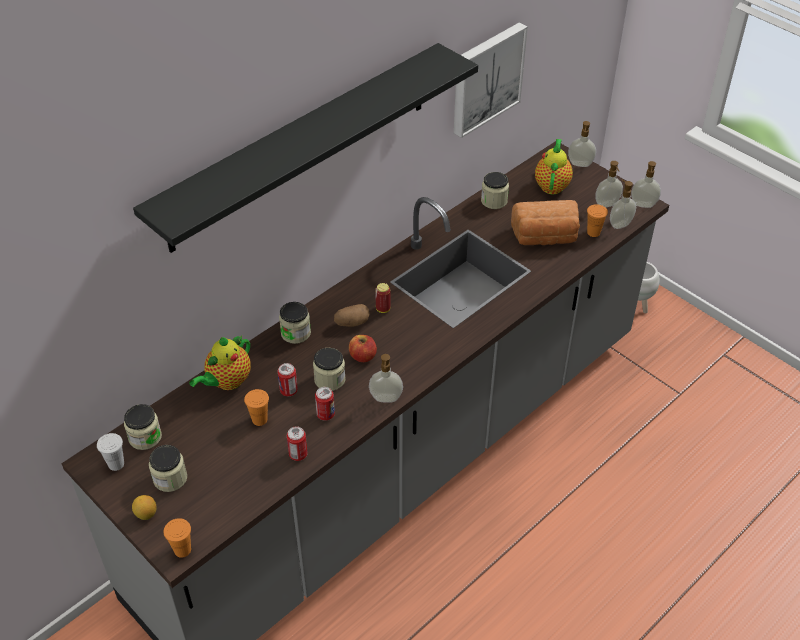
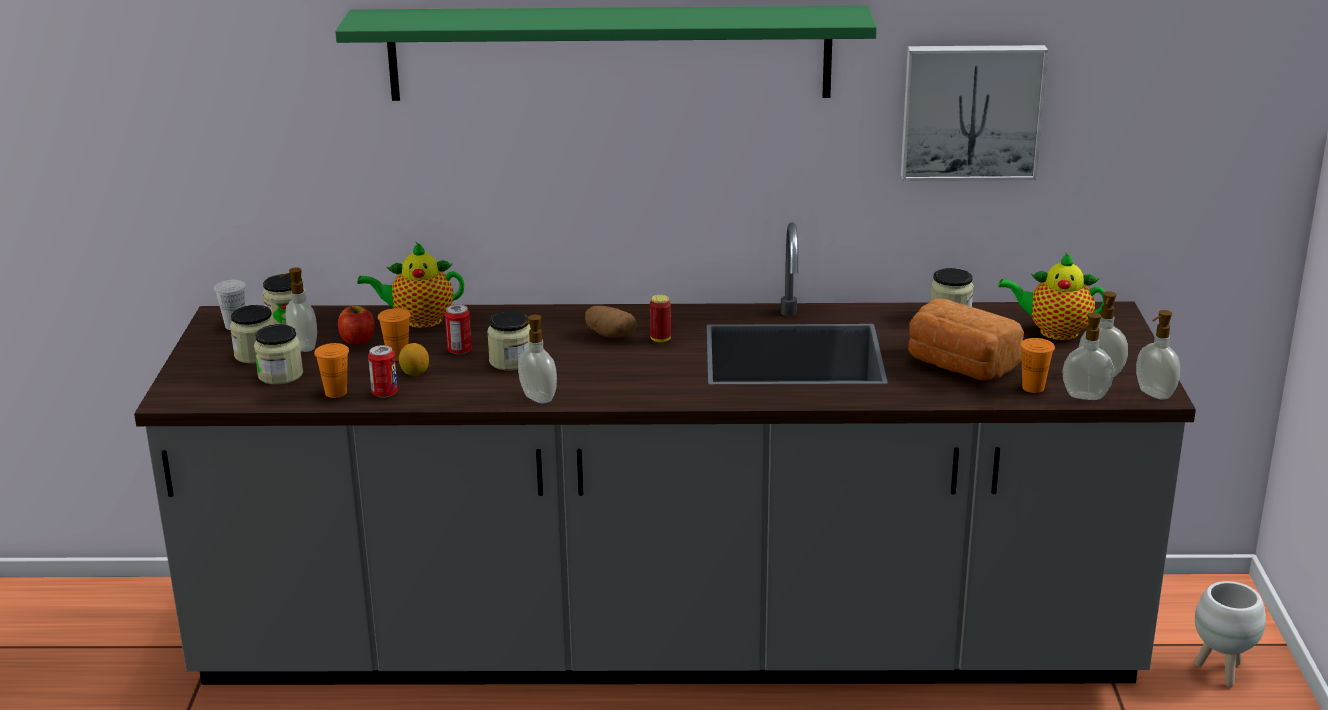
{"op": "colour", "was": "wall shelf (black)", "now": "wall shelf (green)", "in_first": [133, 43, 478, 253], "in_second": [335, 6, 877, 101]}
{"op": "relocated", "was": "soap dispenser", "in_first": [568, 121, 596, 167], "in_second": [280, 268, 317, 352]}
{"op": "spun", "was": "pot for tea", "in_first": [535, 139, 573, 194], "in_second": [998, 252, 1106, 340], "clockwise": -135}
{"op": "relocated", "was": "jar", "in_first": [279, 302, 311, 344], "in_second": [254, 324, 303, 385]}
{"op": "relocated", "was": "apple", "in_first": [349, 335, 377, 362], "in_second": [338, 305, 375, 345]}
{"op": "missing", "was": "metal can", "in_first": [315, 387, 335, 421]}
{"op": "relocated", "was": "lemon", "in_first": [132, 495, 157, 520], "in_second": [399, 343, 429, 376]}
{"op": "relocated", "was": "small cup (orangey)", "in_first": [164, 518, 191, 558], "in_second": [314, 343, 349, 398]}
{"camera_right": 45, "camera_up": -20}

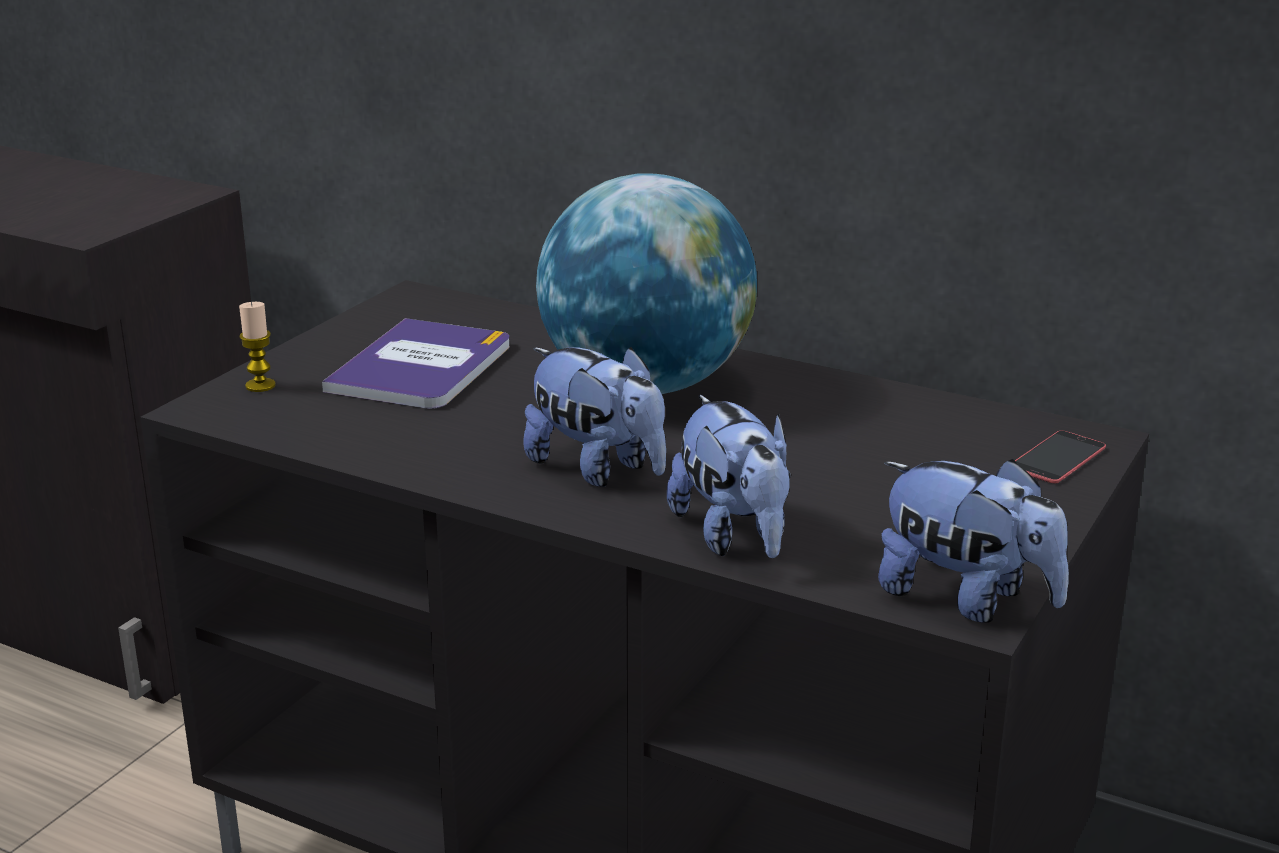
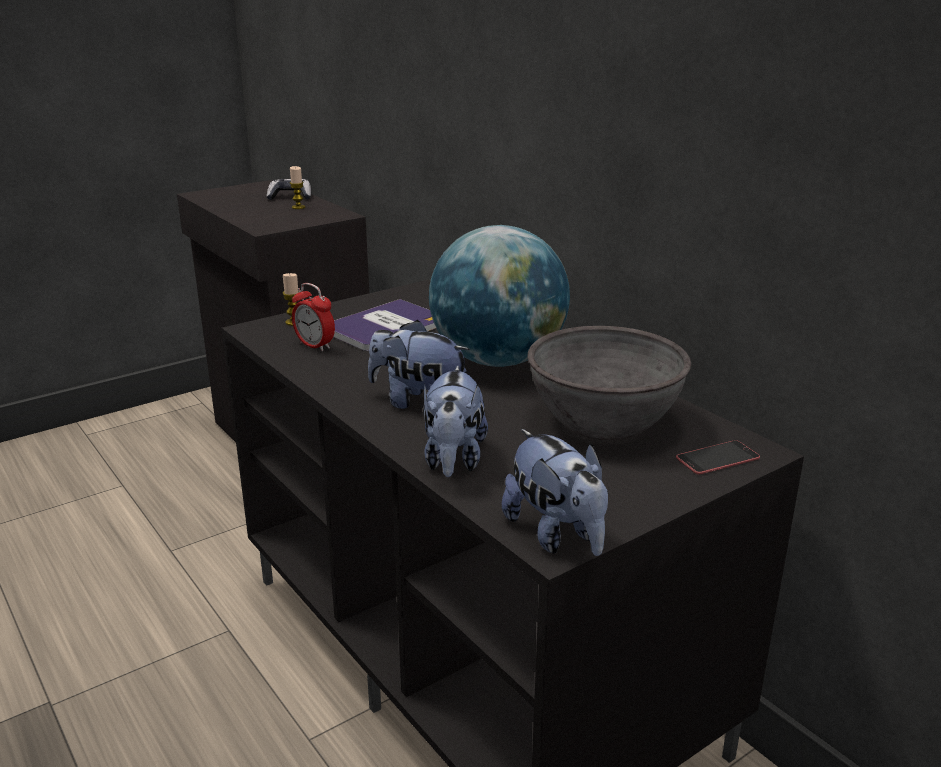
{"op": "spun", "was": "plush toy", "in_first": [524, 347, 666, 487], "in_second": [368, 320, 470, 409], "clockwise": 135}
{"op": "appeared", "now": "wax candle", "in_second": [290, 166, 305, 209]}
{"op": "appeared", "now": "game controller", "in_second": [267, 179, 311, 200]}
{"op": "appeared", "now": "table clock", "in_second": [292, 283, 335, 351]}
{"op": "appeared", "now": "deep dish (grey)", "in_second": [528, 326, 691, 440]}
{"camera_right": 25, "camera_up": 0}

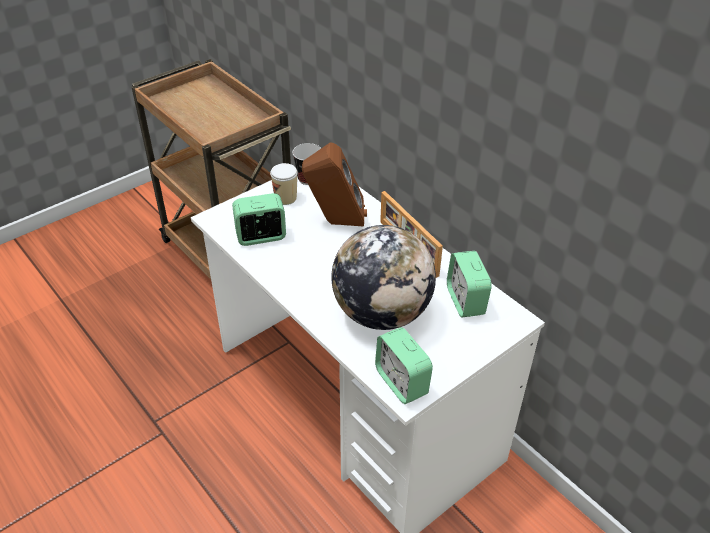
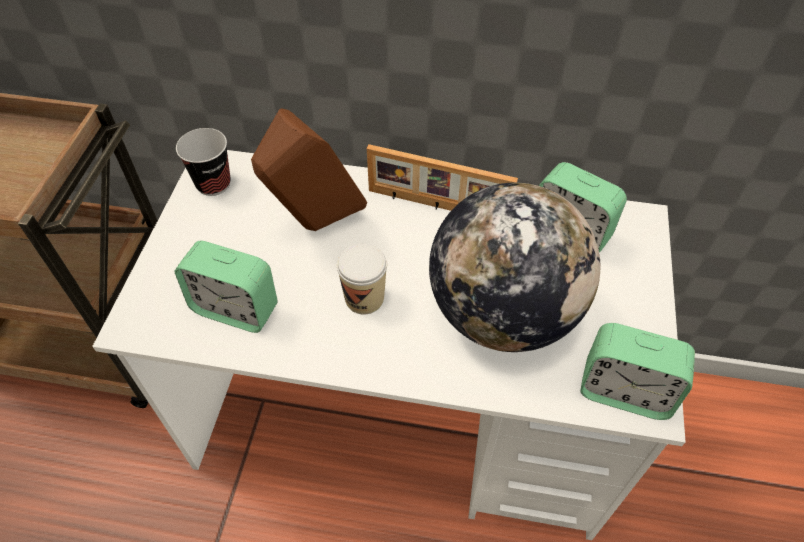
{"op": "relocated", "was": "small cup", "in_first": [270, 163, 298, 205], "in_second": [337, 244, 387, 315]}
{"op": "spun", "was": "table clock", "in_first": [232, 193, 286, 246], "in_second": [175, 241, 278, 333], "clockwise": -105}
{"camera_right": -40, "camera_up": 10}

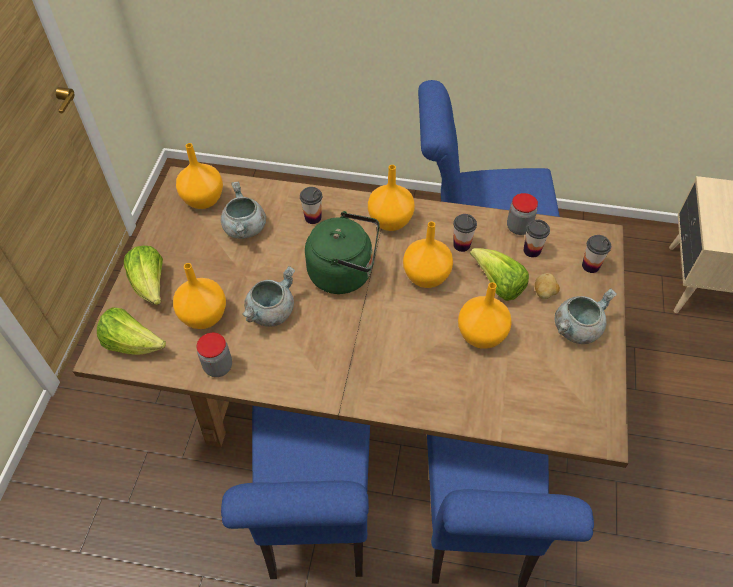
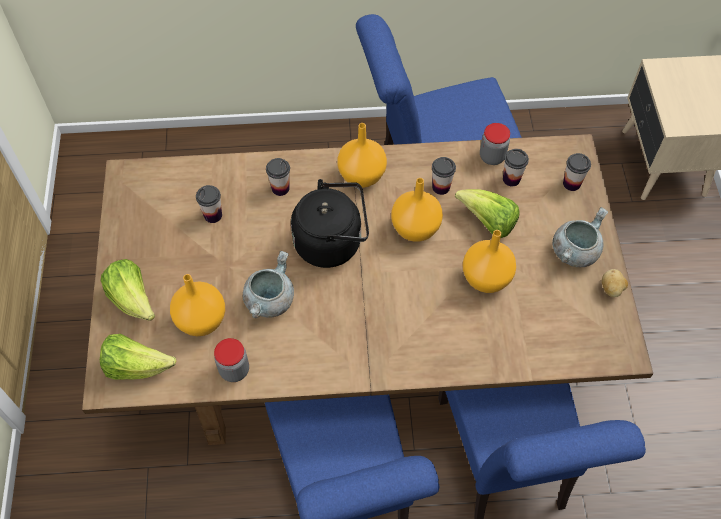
{"op": "missing", "was": "flower vase (orangey)", "in_first": [176, 143, 223, 209]}
{"op": "exchanged", "was": "saucepot (grey)", "now": "small cup", "in_first": [221, 182, 266, 239], "in_second": [196, 185, 222, 223]}
{"op": "colour", "was": "kettle (green)", "now": "kettle (black)", "in_first": [305, 211, 380, 294], "in_second": [291, 179, 369, 268]}
{"op": "relocated", "was": "whole potato", "in_first": [535, 273, 560, 299], "in_second": [602, 269, 628, 297]}
{"camera_right": -15, "camera_up": 5}

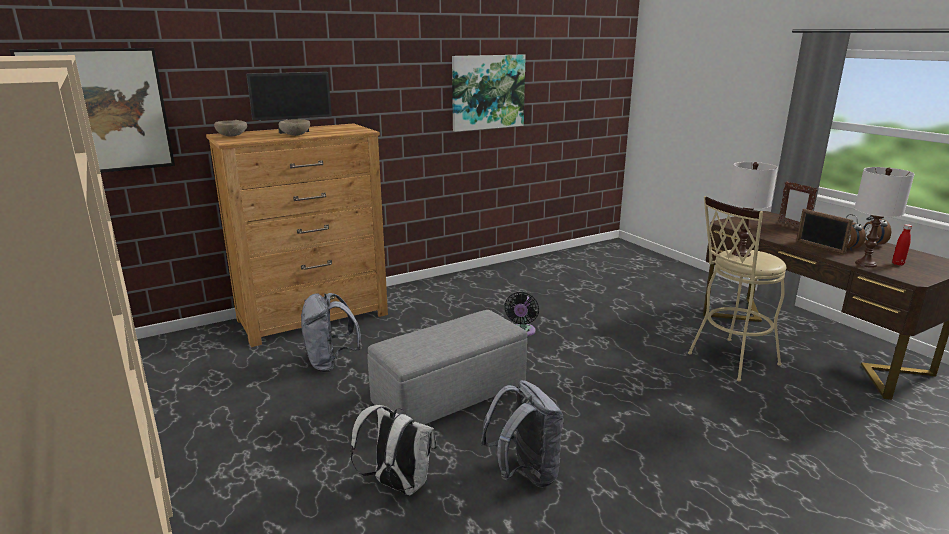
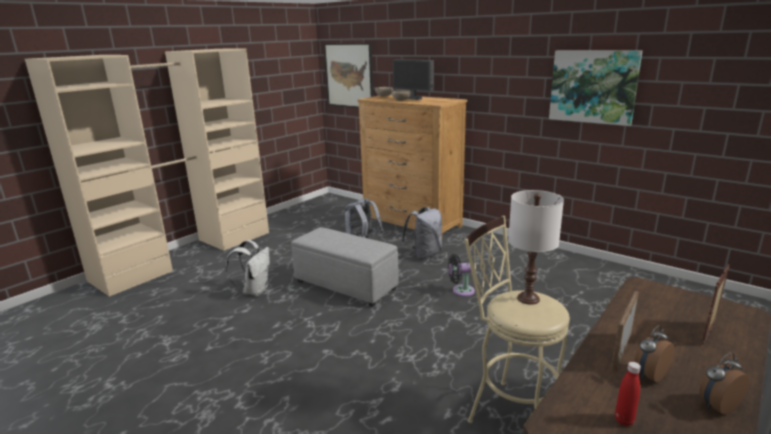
{"op": "missing", "was": "lamp for a table (white)", "in_first": [855, 167, 915, 268]}
{"op": "relocated", "was": "backpack (grey)", "in_first": [480, 380, 564, 488], "in_second": [401, 207, 442, 259]}
{"camera_right": 70, "camera_up": 0}

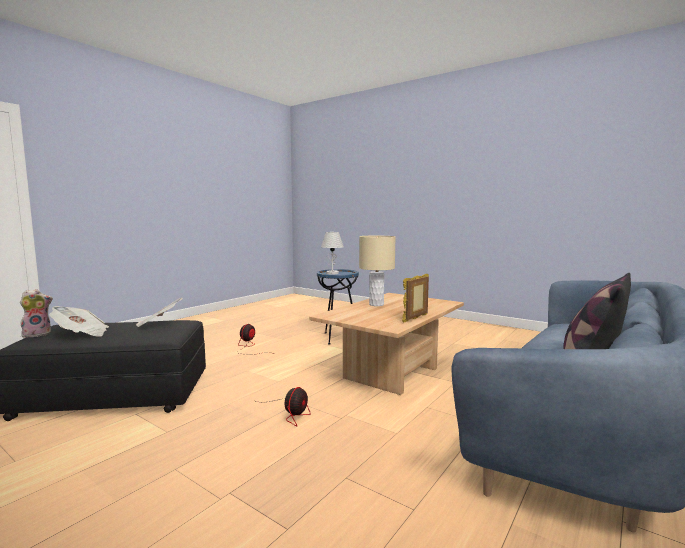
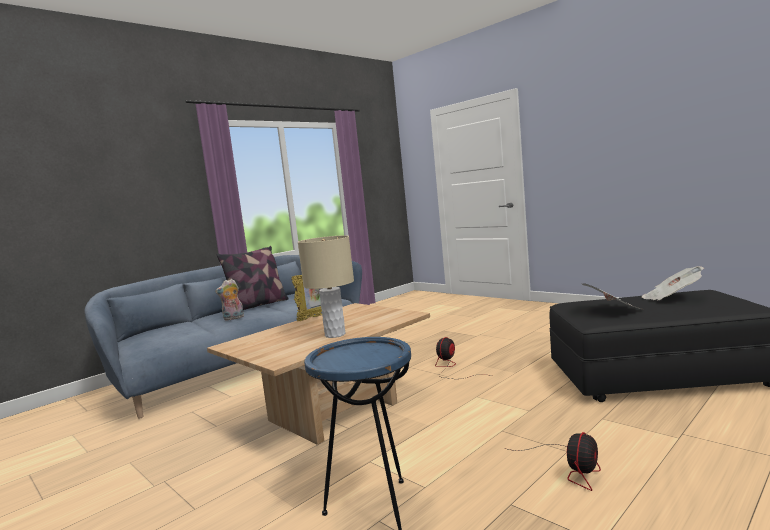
{"op": "missing", "was": "lamp for a table (white)", "in_first": [321, 232, 344, 274]}
{"op": "relocated", "was": "plush toy", "in_first": [20, 289, 53, 337], "in_second": [215, 279, 244, 321]}
{"camera_right": -170, "camera_up": 0}

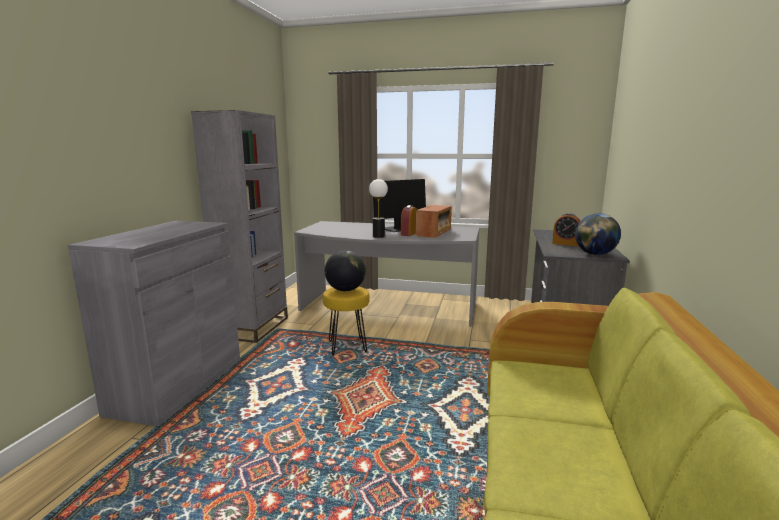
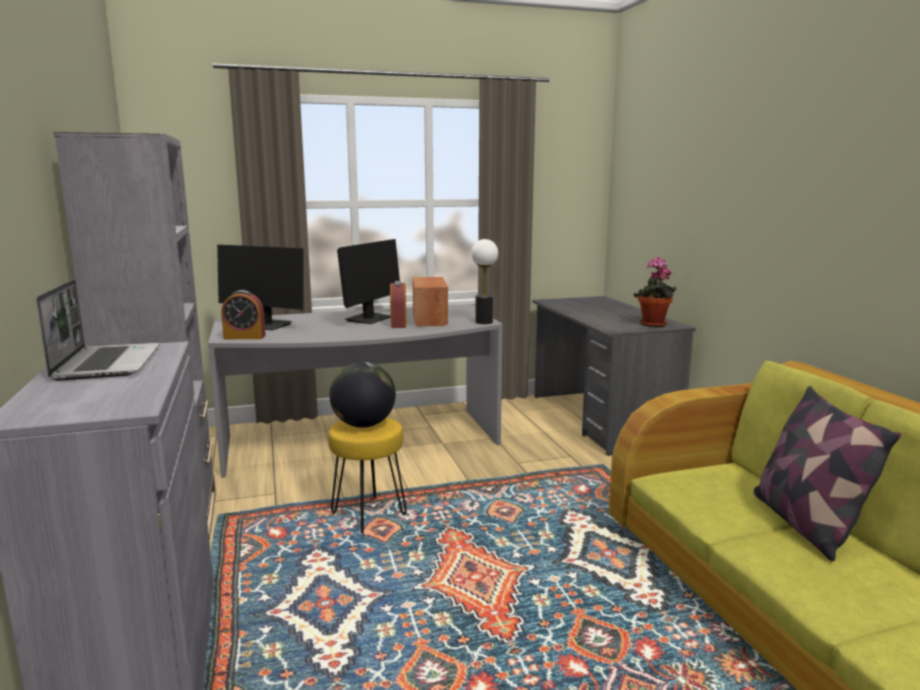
{"op": "relocated", "was": "lamp for a table", "in_first": [369, 179, 388, 238], "in_second": [471, 239, 498, 324]}
{"op": "relocated", "was": "table clock", "in_first": [552, 213, 580, 246], "in_second": [221, 290, 266, 339]}
{"op": "exchanged", "was": "globe", "now": "potted plant", "in_first": [575, 213, 621, 255], "in_second": [633, 257, 677, 327]}
{"op": "appeared", "now": "computer screen", "in_second": [217, 245, 303, 330]}
{"op": "appeared", "now": "laptop", "in_second": [36, 279, 160, 381]}
{"op": "appeared", "now": "throw pillow", "in_second": [753, 386, 901, 561]}
{"camera_right": -30, "camera_up": 0}

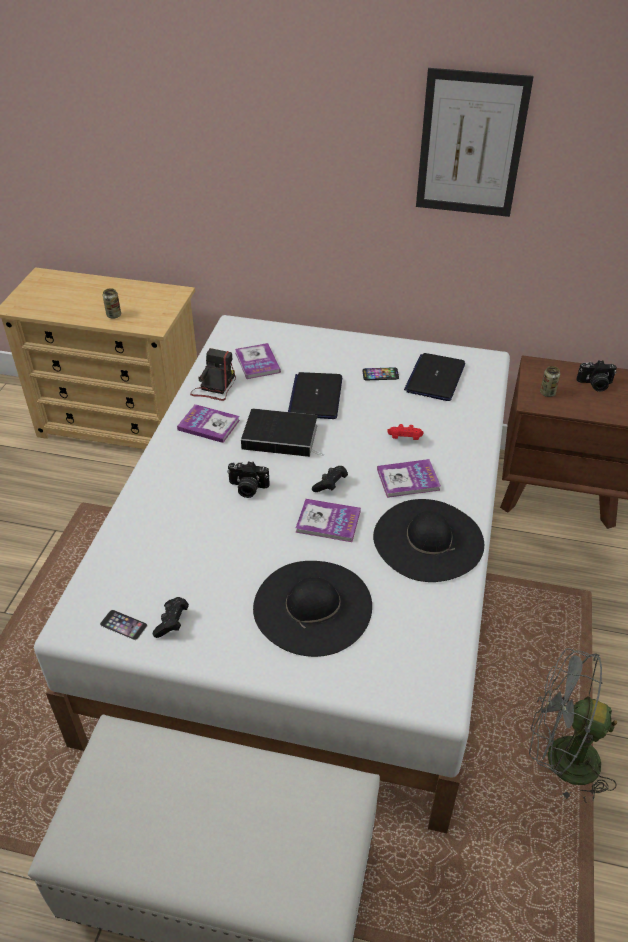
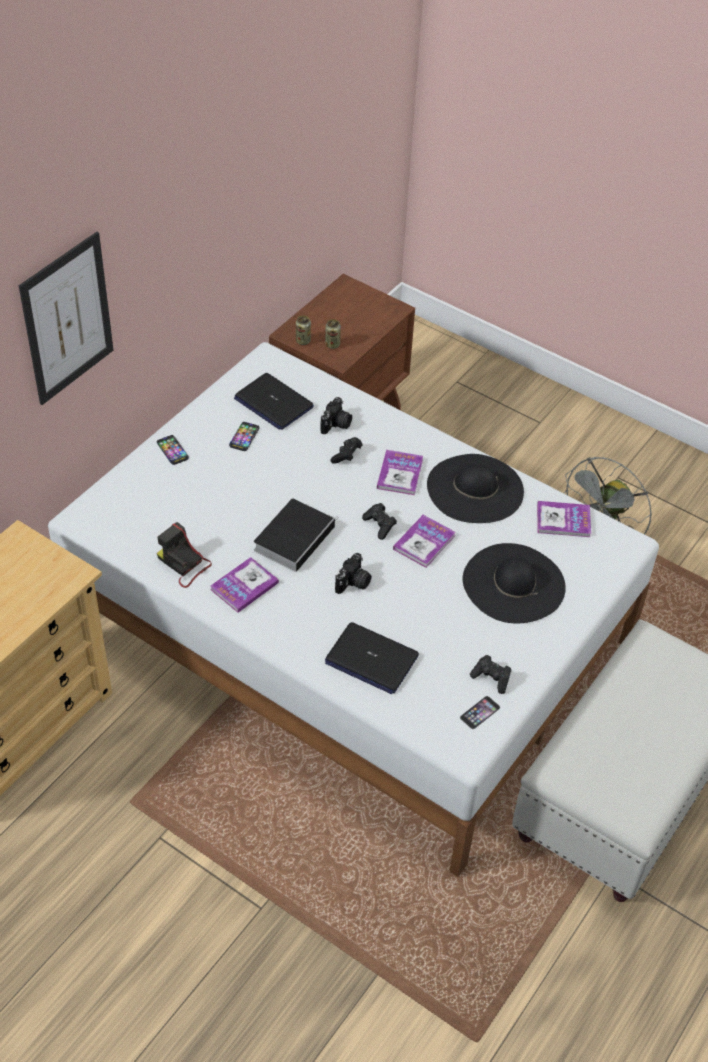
{"op": "relocated", "was": "wall picture", "in_first": [416, 68, 534, 217], "in_second": [19, 232, 113, 405]}
{"op": "relocated", "was": "metal can", "in_first": [103, 288, 121, 319], "in_second": [296, 316, 311, 345]}
{"op": "relocated", "was": "bound book", "in_first": [235, 343, 281, 379], "in_second": [537, 501, 591, 537]}
{"op": "relocated", "was": "still camera", "in_first": [576, 360, 617, 392], "in_second": [320, 397, 352, 434]}
{"op": "relocated", "was": "laptop", "in_first": [288, 372, 342, 419], "in_second": [325, 622, 419, 694]}
{"op": "colour", "was": "game controller (red-coloured)", "now": "game controller (black)", "in_first": [387, 424, 423, 440], "in_second": [331, 437, 362, 464]}
{"op": "appeared", "now": "phone", "in_second": [157, 435, 189, 465]}
{"camera_right": -70, "camera_up": 5}

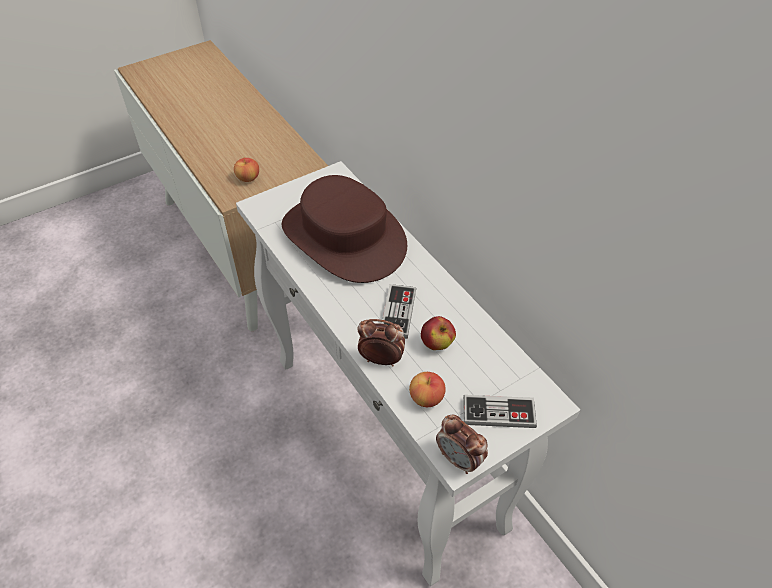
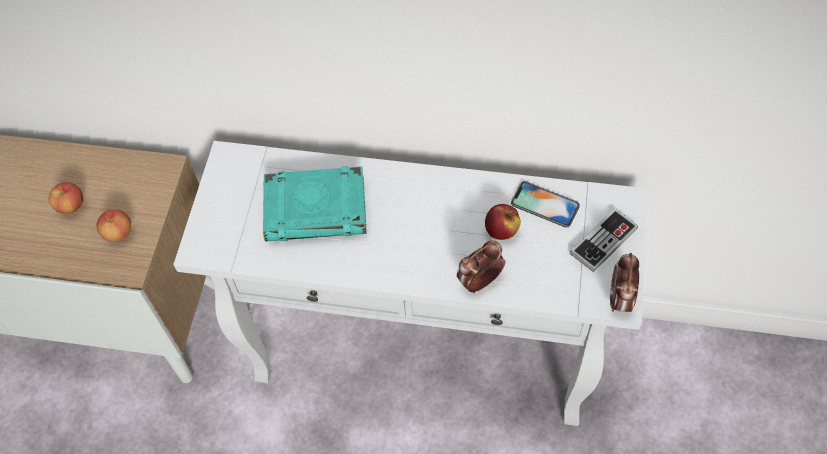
{"op": "exchanged", "was": "wearable hat (brown-coloured)", "now": "bound book (turquoise)", "in_first": [282, 175, 407, 283], "in_second": [263, 166, 367, 242]}
{"op": "missing", "was": "game controller", "in_first": [381, 284, 416, 339]}
{"op": "relocated", "was": "apple", "in_first": [409, 372, 446, 407], "in_second": [49, 182, 83, 214]}
{"op": "spun", "was": "table clock", "in_first": [436, 415, 488, 474], "in_second": [610, 253, 639, 312], "clockwise": 105}
{"op": "appeared", "now": "phone", "in_second": [511, 181, 580, 228]}
{"camera_right": -45, "camera_up": 10}

